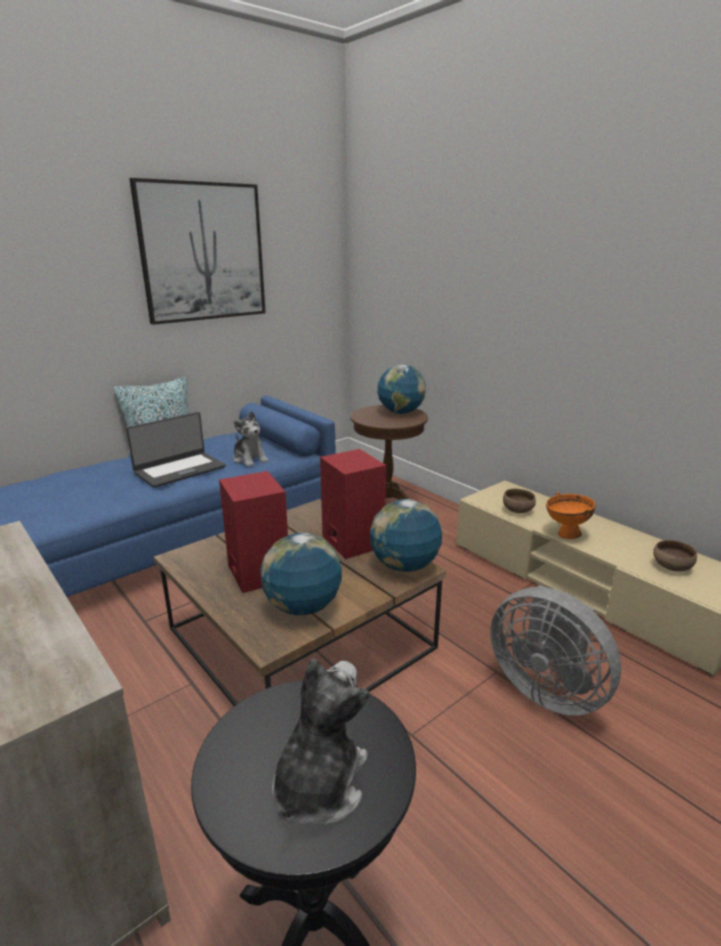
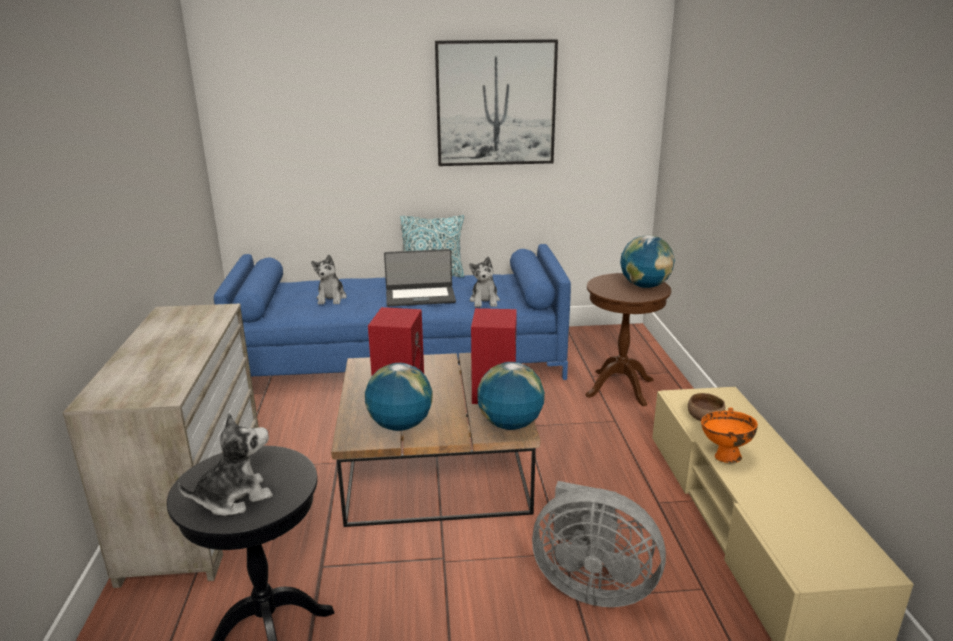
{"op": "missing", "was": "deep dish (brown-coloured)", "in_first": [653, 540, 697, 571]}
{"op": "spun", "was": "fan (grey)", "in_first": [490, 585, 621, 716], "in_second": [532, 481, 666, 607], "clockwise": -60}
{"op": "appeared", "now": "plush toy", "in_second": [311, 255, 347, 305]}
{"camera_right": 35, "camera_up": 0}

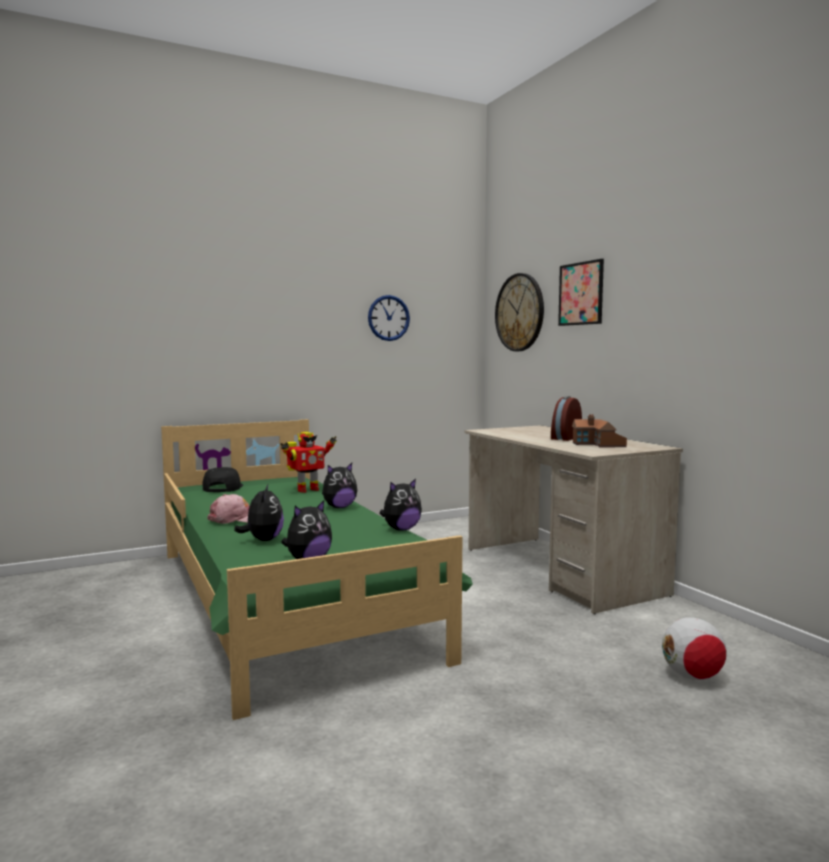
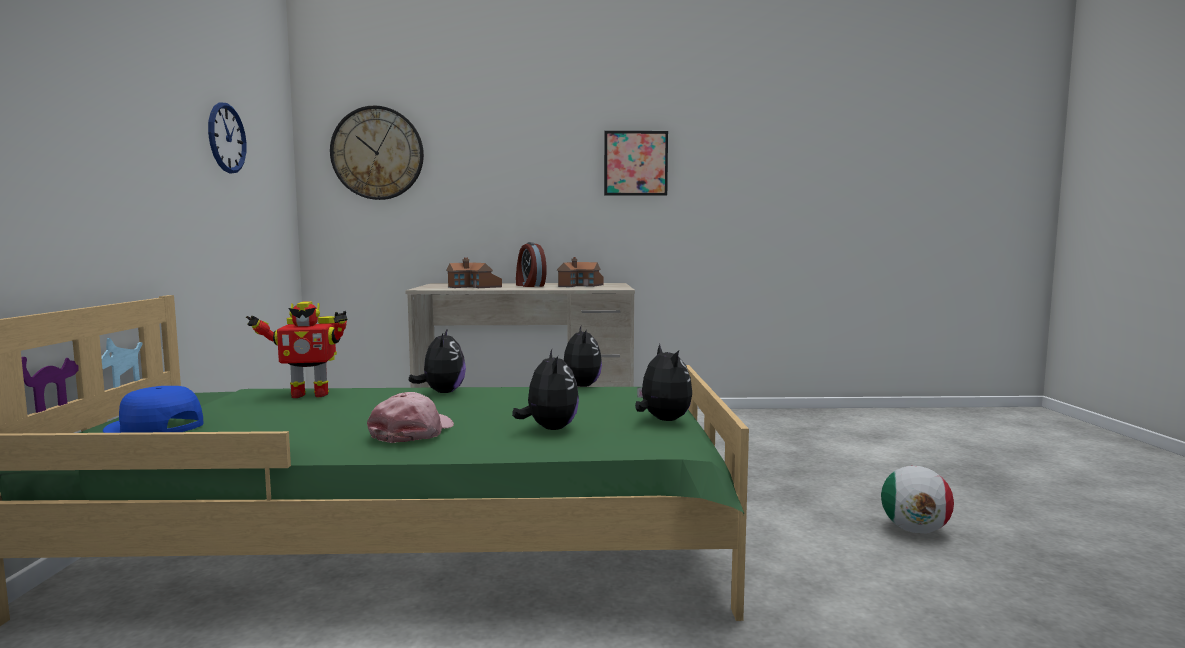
{"op": "relocated", "was": "wall picture", "in_first": [558, 259, 604, 326], "in_second": [604, 131, 668, 196]}
{"op": "spun", "was": "model robot", "in_first": [281, 432, 337, 493], "in_second": [246, 301, 347, 398], "clockwise": 90}
{"op": "colour", "was": "baseball cap (black)", "now": "baseball cap (blue-coloured)", "in_first": [203, 467, 243, 492], "in_second": [103, 386, 203, 433]}
{"op": "spun", "was": "plush toy", "in_first": [234, 485, 284, 541], "in_second": [512, 349, 579, 430], "clockwise": 60}
{"op": "relocated", "was": "football", "in_first": [662, 617, 727, 680], "in_second": [881, 466, 954, 534]}
{"op": "appeared", "now": "toy house", "in_second": [446, 257, 502, 288]}
{"camera_right": -65, "camera_up": 0}

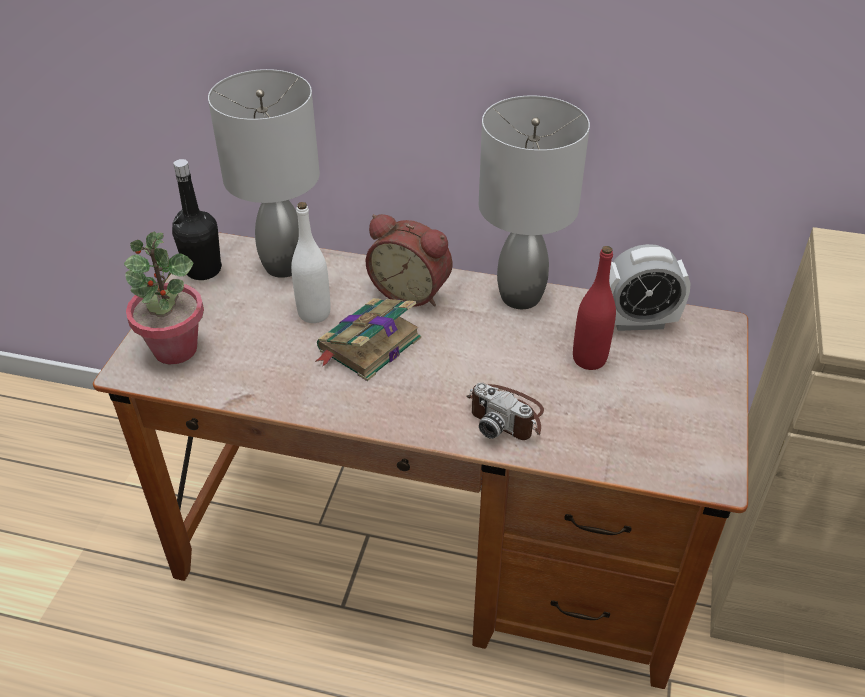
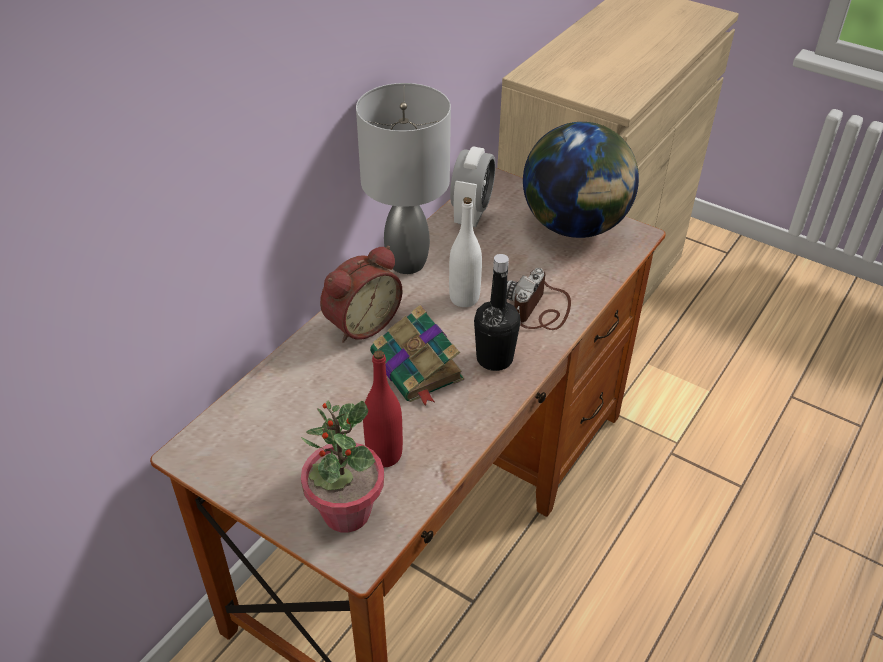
{"op": "missing", "was": "lamp for a table (grey)", "in_first": [208, 69, 320, 278]}
{"op": "relocated", "was": "bottle (black)", "in_first": [172, 159, 222, 280], "in_second": [474, 254, 520, 371]}
{"op": "relocated", "was": "bottle (white)", "in_first": [291, 202, 331, 323], "in_second": [449, 197, 482, 307]}
{"op": "relocated", "was": "bottle (red-coloured)", "in_first": [573, 246, 616, 370], "in_second": [363, 350, 403, 467]}
{"op": "spun", "was": "still camera", "in_first": [467, 383, 544, 440], "in_second": [507, 268, 571, 330], "clockwise": 150}
{"op": "appeared", "now": "globe", "in_second": [523, 122, 639, 238]}
{"camera_right": -70, "camera_up": 0}

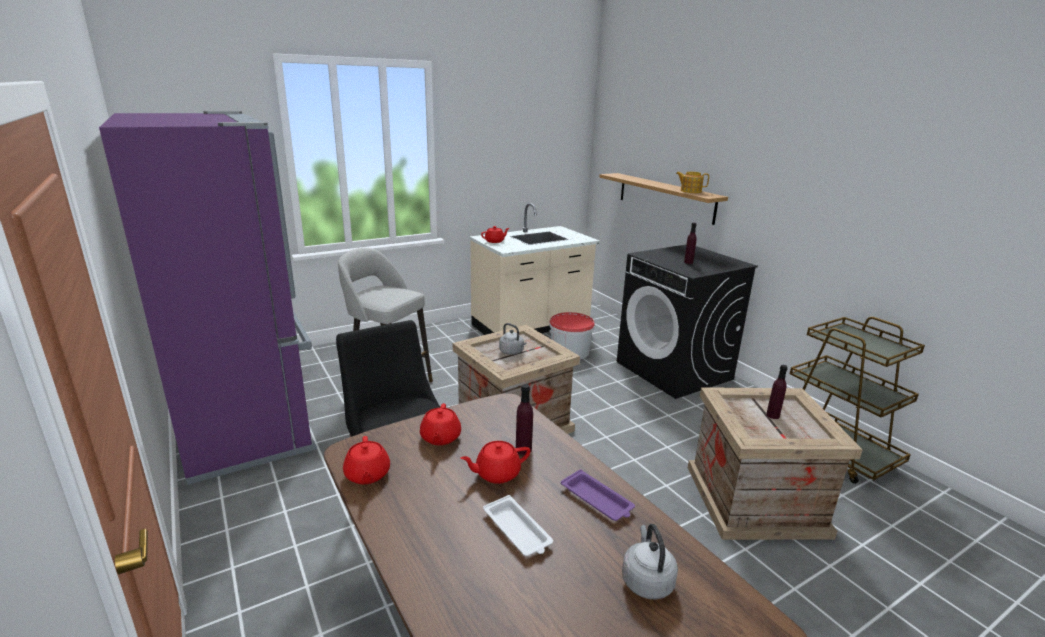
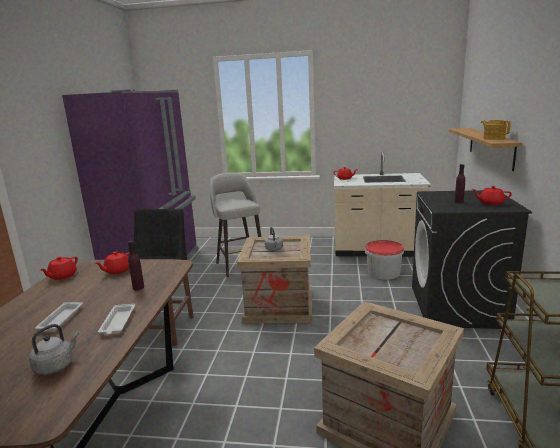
{"op": "missing", "was": "bottle (purplish)", "in_first": [766, 365, 788, 419]}
{"op": "relocated", "was": "pot for tea (red-coloured)", "in_first": [460, 441, 531, 484], "in_second": [472, 186, 512, 205]}
{"op": "colour", "was": "carrying tray (purplish)", "now": "carrying tray (white)", "in_first": [561, 469, 635, 521], "in_second": [98, 304, 135, 334]}
{"camera_right": 40, "camera_up": -5}

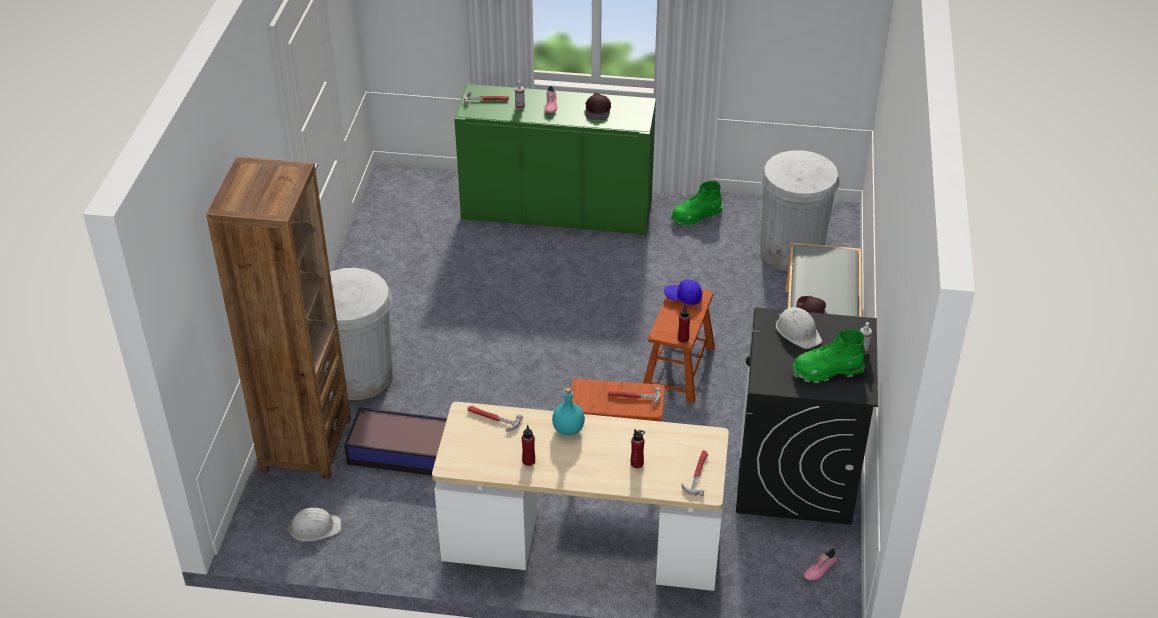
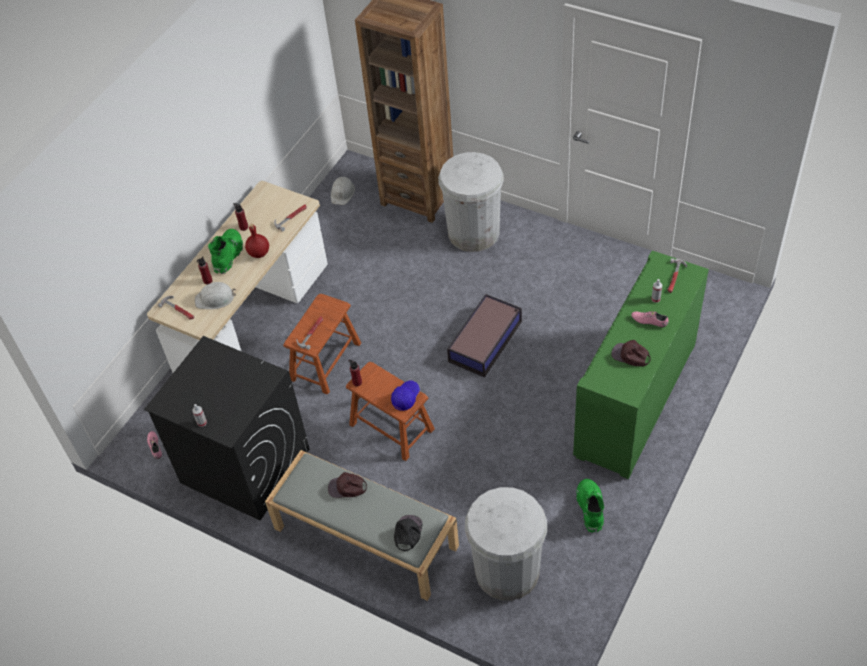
{"op": "relocated", "was": "hard hat (white)", "in_first": [776, 307, 822, 349], "in_second": [195, 282, 236, 309]}
{"op": "relocated", "was": "boot (green)", "in_first": [792, 330, 865, 383], "in_second": [208, 229, 243, 274]}
{"op": "colour", "was": "bottle (turquoise)", "now": "bottle (red-coloured)", "in_first": [552, 387, 585, 436], "in_second": [245, 224, 269, 258]}
{"op": "relocated", "was": "storage box", "in_first": [344, 407, 447, 476], "in_second": [447, 294, 522, 378]}
{"op": "appeared", "now": "baseball cap (black)", "in_second": [394, 515, 423, 551]}
{"camera_right": 115, "camera_up": 10}

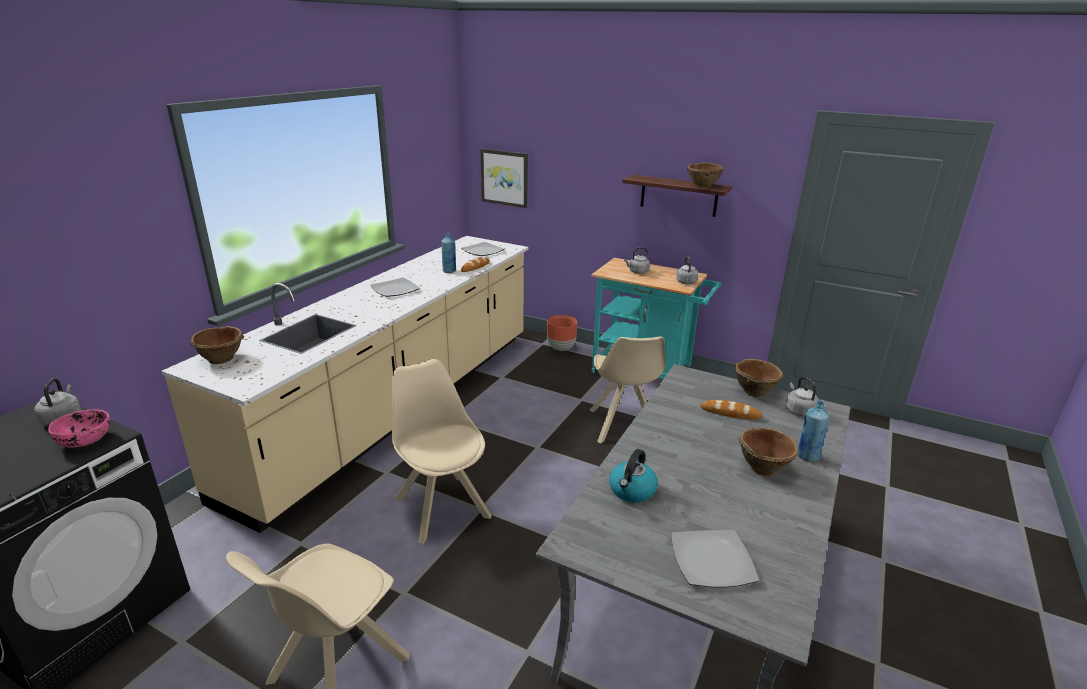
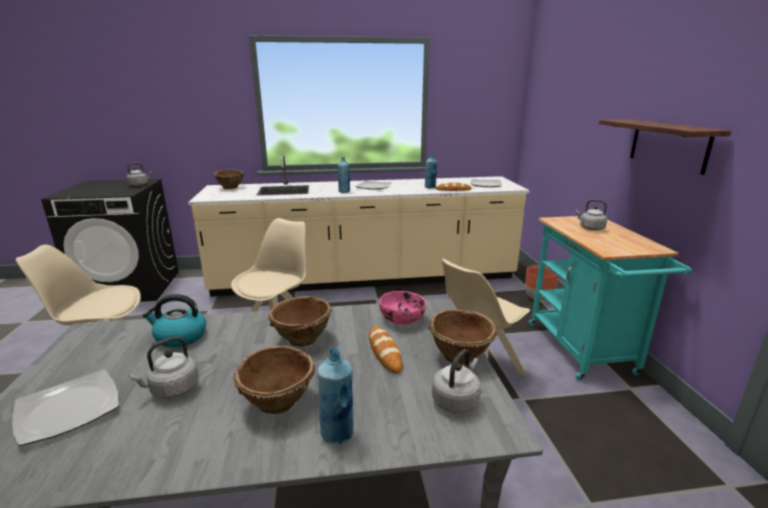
{"op": "missing", "was": "wall picture", "in_first": [480, 149, 528, 208]}
{"op": "relocated", "was": "deep dish (brown-coloured)", "in_first": [687, 162, 724, 188], "in_second": [269, 296, 332, 347]}
{"op": "relocated", "was": "kettle (grey)", "in_first": [676, 256, 699, 284], "in_second": [129, 337, 199, 399]}
{"op": "relocated", "was": "deep dish (pink)", "in_first": [48, 409, 110, 447], "in_second": [379, 291, 426, 325]}
{"op": "appeared", "now": "bottle (blue-coloured)", "in_second": [338, 157, 350, 193]}
{"camera_right": 55, "camera_up": -5}

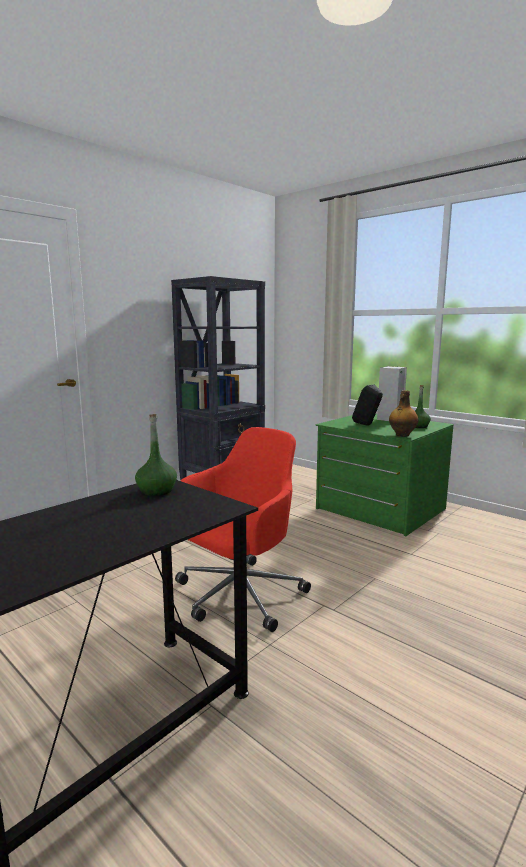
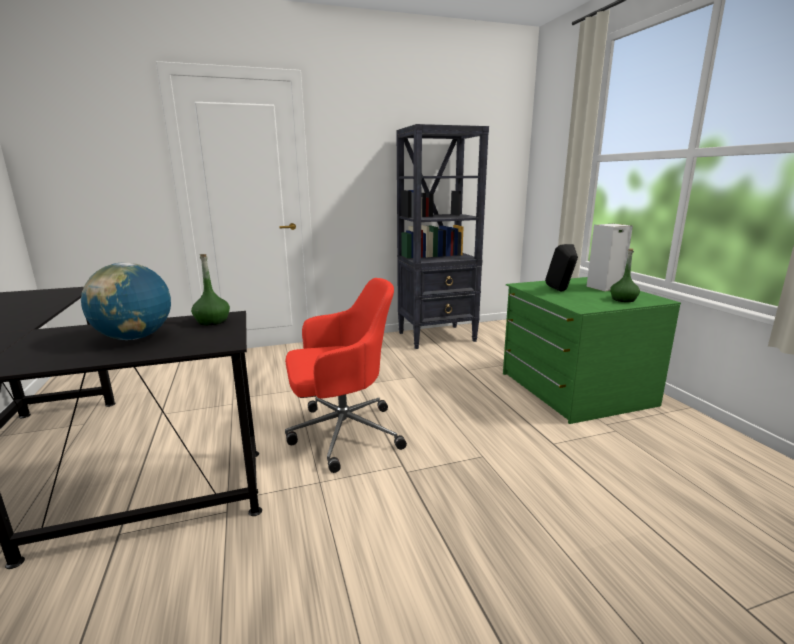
{"op": "missing", "was": "bottle", "in_first": [389, 390, 418, 437]}
{"op": "appeared", "now": "globe", "in_second": [81, 262, 171, 340]}
{"camera_right": 30, "camera_up": 5}

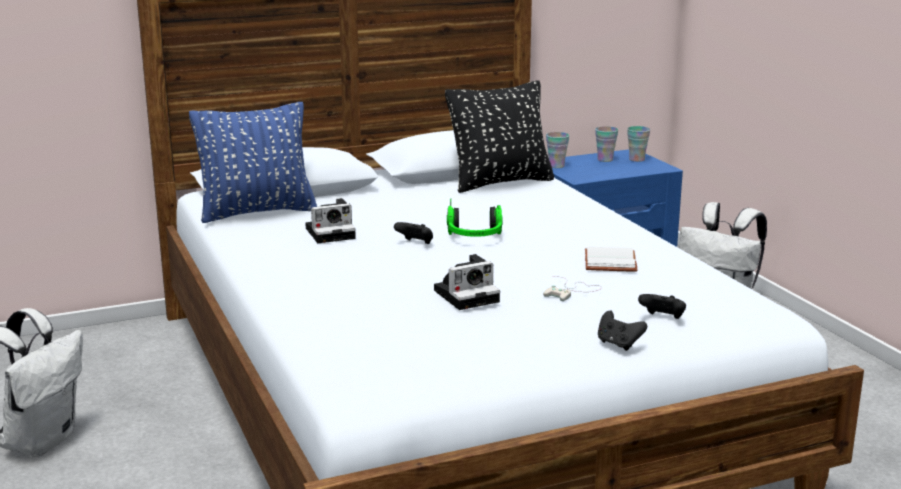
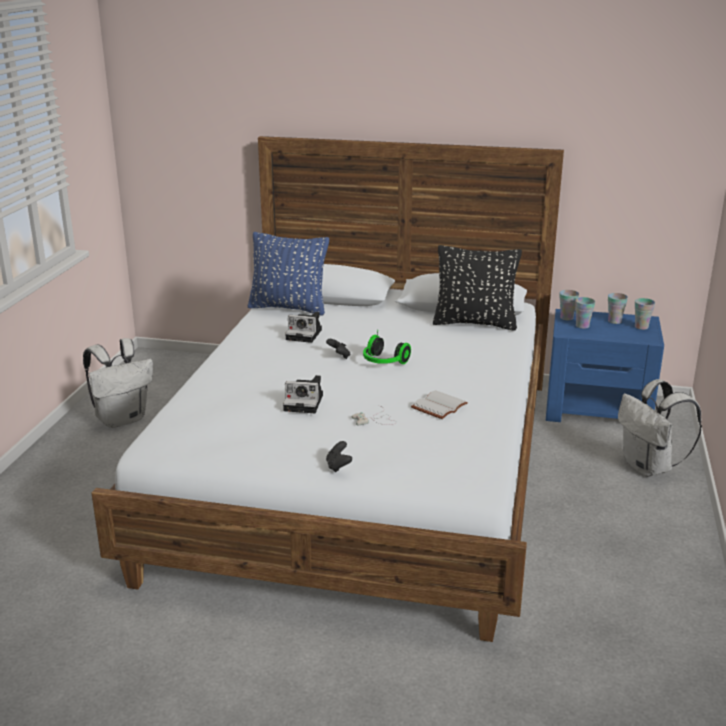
{"op": "missing", "was": "game controller (black)", "in_first": [638, 294, 686, 319]}
{"op": "appeared", "now": "small cup", "in_second": [575, 297, 595, 329]}
{"camera_right": 35, "camera_up": 5}

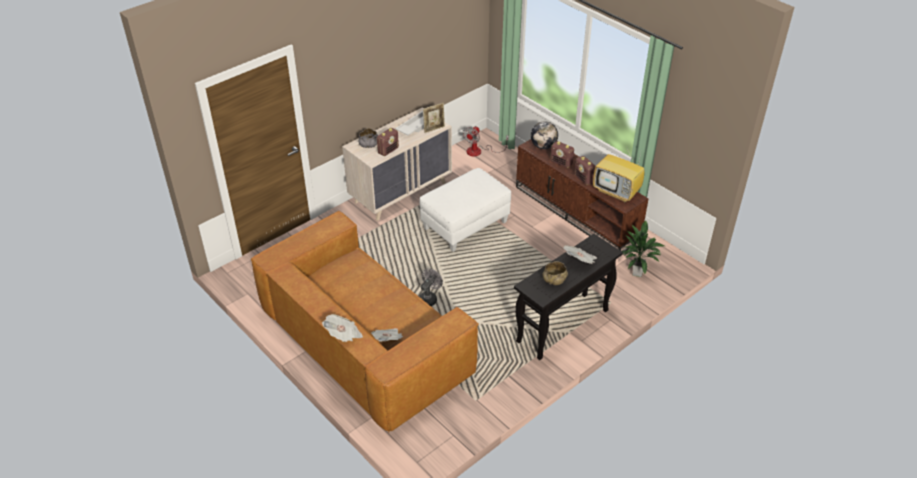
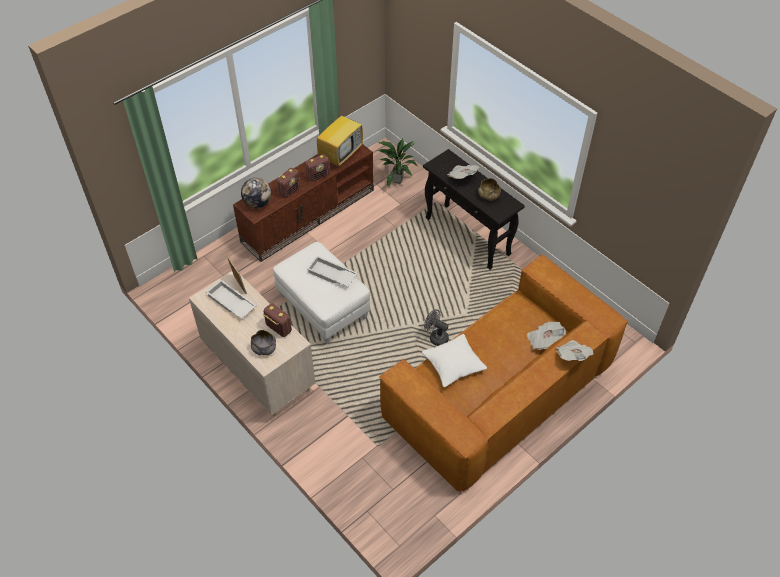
{"op": "missing", "was": "fan", "in_first": [463, 126, 508, 156]}
{"op": "appeared", "now": "carrying tray (white)", "in_second": [307, 256, 358, 287]}
{"op": "appeared", "now": "throw pillow (white)", "in_second": [422, 334, 487, 387]}
{"camera_right": -90, "camera_up": 10}

